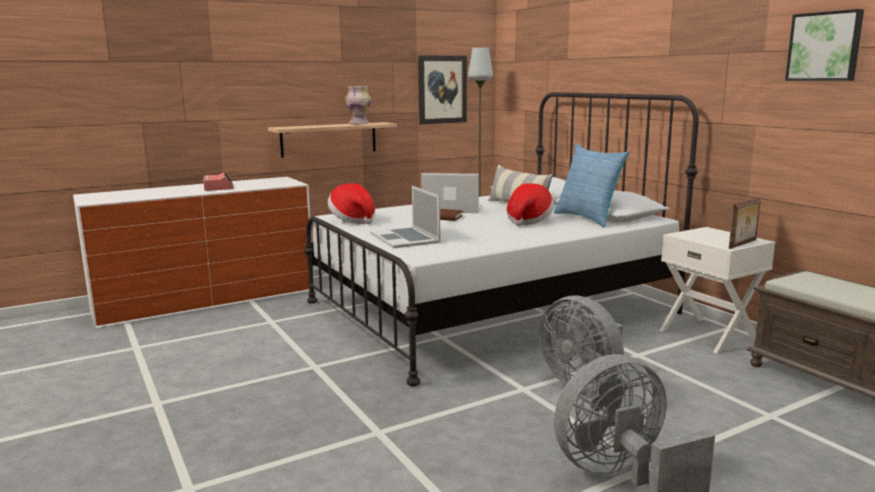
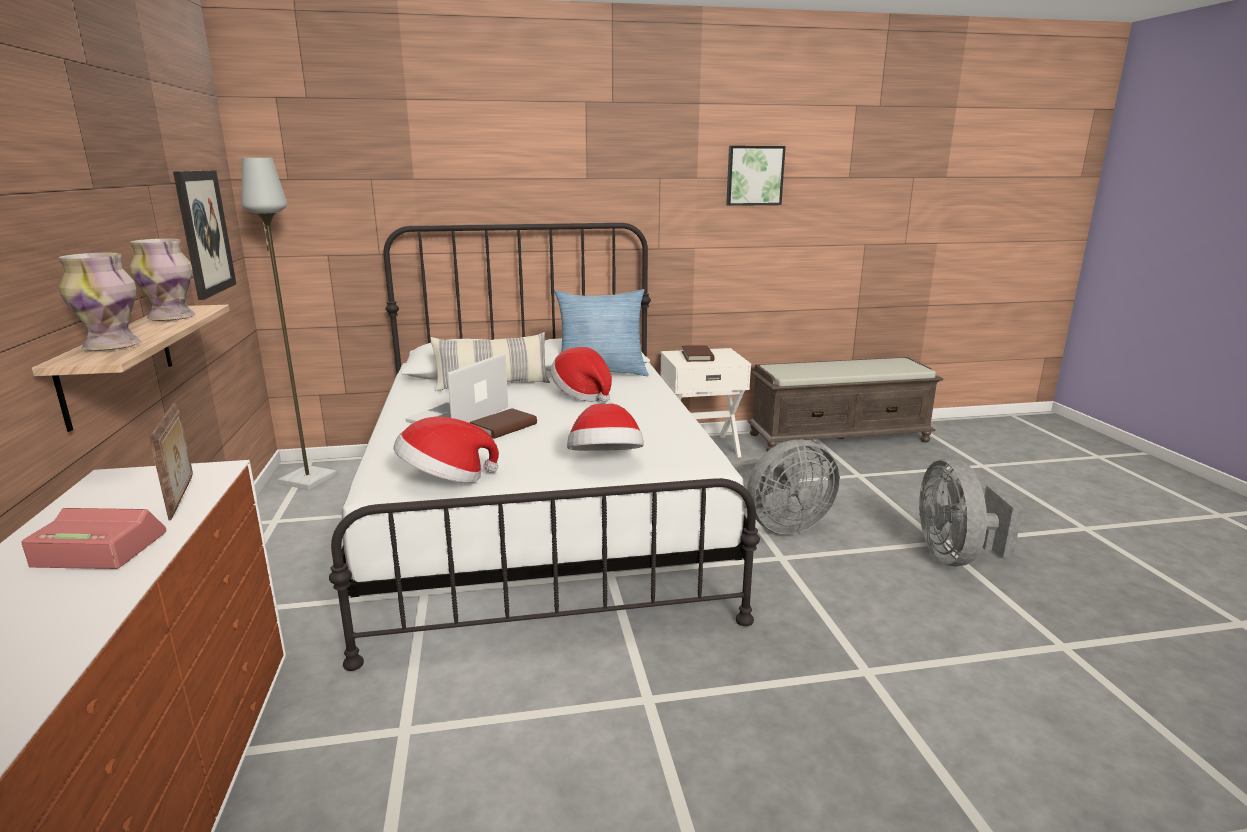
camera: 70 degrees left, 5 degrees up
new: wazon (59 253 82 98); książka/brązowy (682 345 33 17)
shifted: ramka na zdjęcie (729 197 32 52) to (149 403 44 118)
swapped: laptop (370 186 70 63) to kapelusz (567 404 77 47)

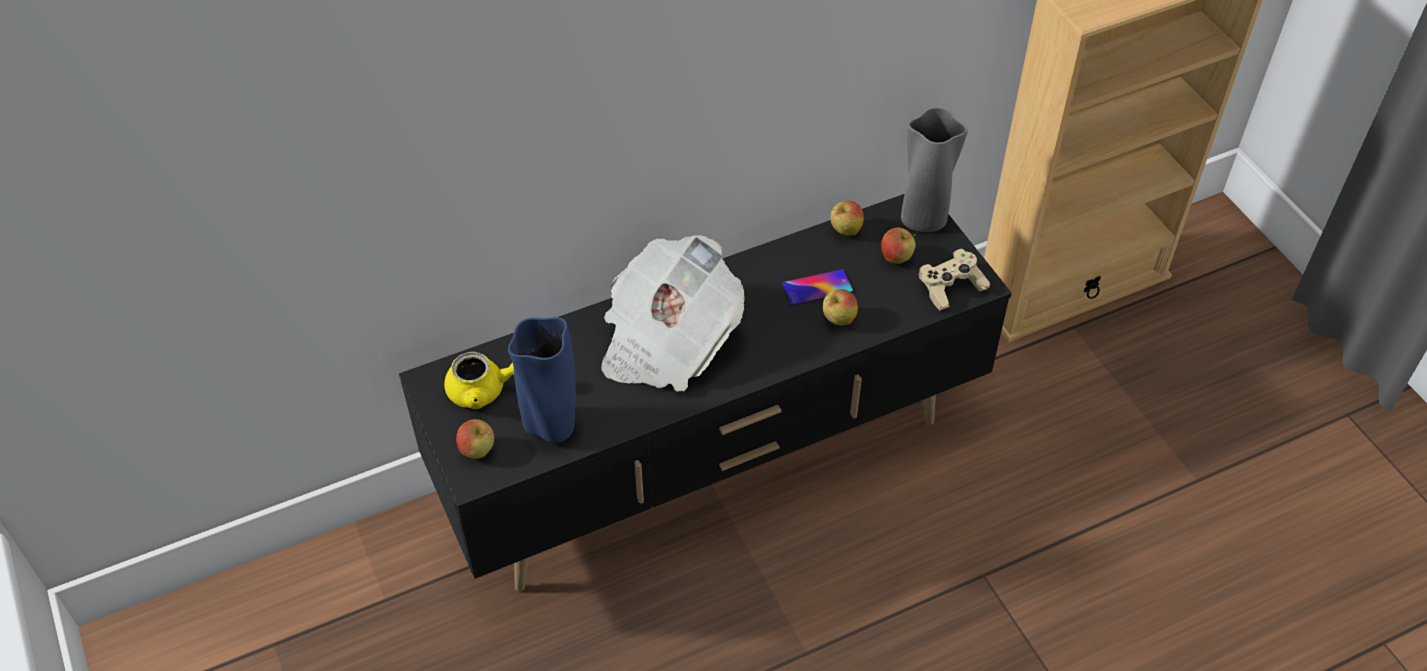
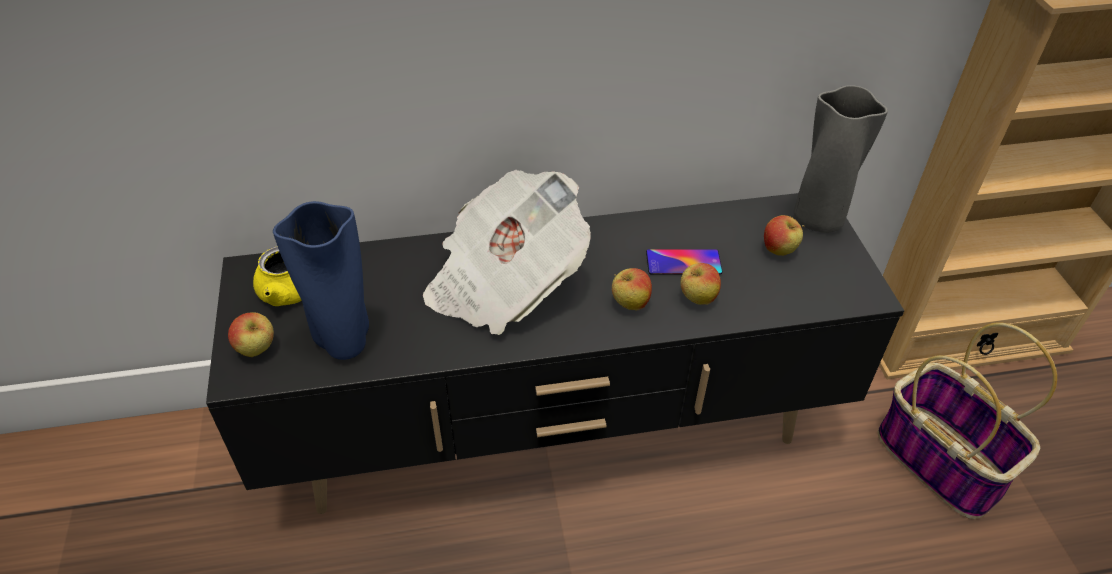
camera: 15 degrees right, 5 degrees down
gone: pad do gier/beżowy (918 249 72 62)
new: koszyk (878 322 179 197)
shifted: jabłko (830 201 34 35) to (612 268 40 42)

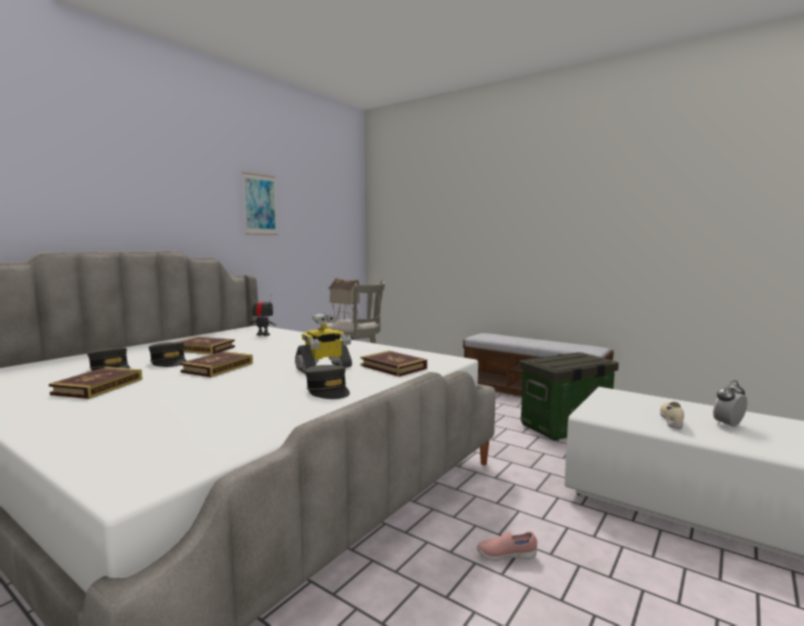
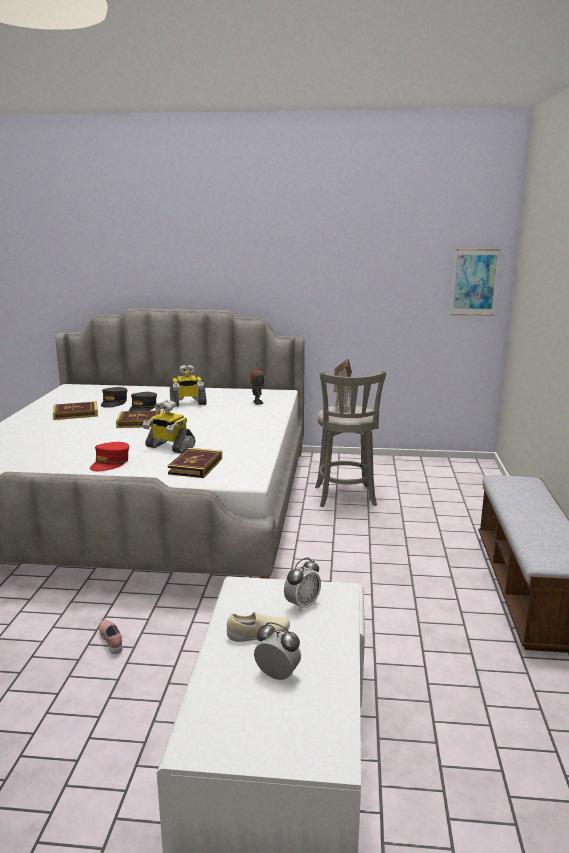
camera: 60 degrees right, 10 degrees up
gone: pojemnik do przechowywania (520 352 99 88)
new: budzik (284 557 37 55)
shifted: obraz (242 172 36 63) to (450 249 50 67)
swapped: książka (178 337 57 17) to robot zabawkowy (170 365 37 41)
repainted: czapka z daszkiem/szary (305 365 45 34) to czapka z daszkiem/czerwony (90 442 39 29)

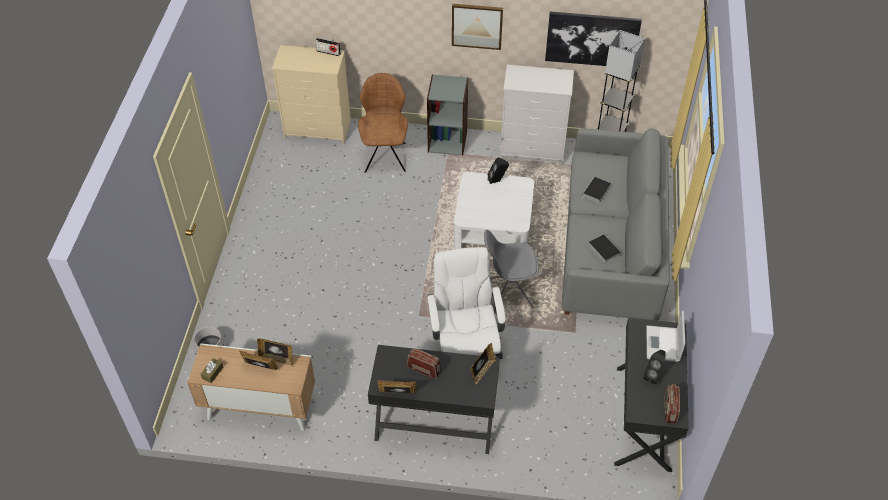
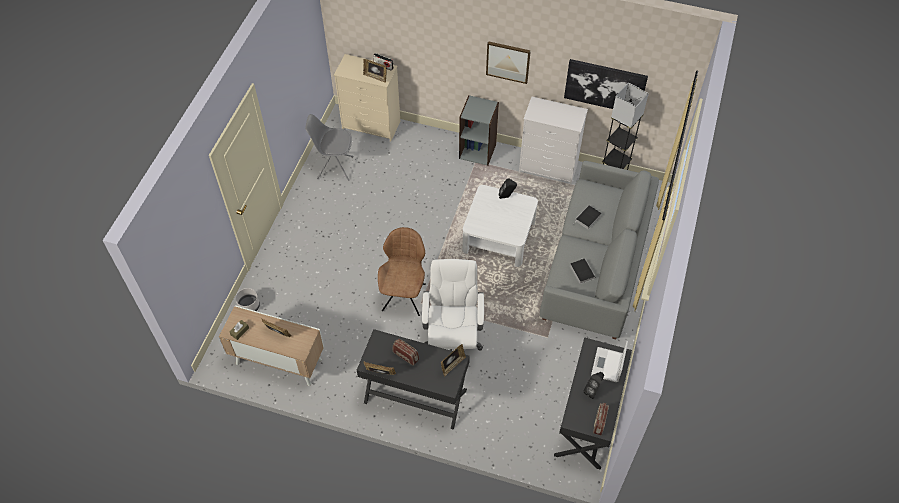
camera: 10 degrees right, 5 degrees up
shifted: ramka na zdjęcie (257 338 36 28) to (363 59 24 24); krzesło/brązowy (358 73 50 100) to (378 227 48 89); krzesło/szary (484 230 55 79) to (305 114 49 67)

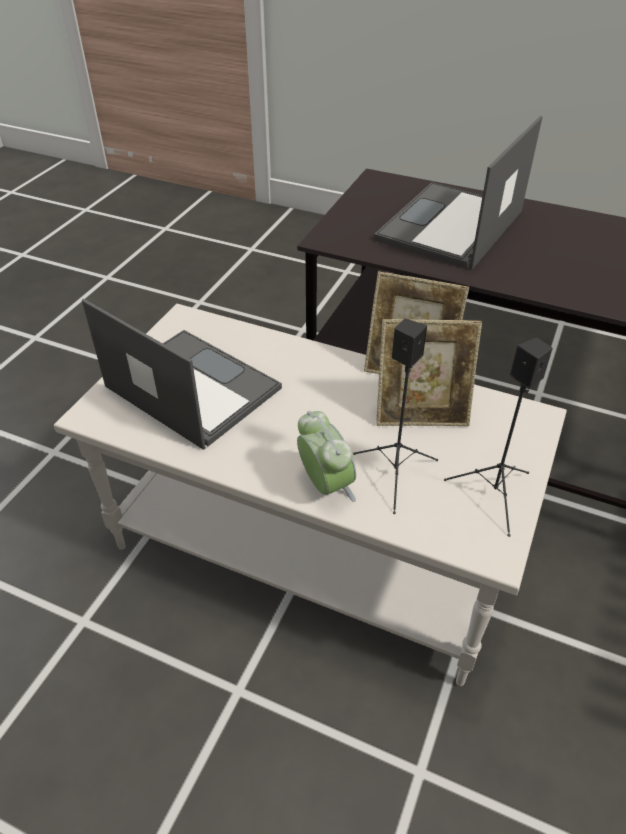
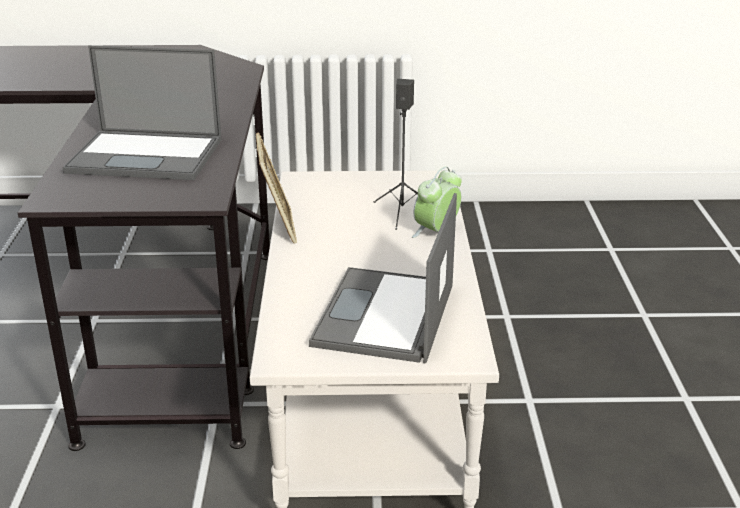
camera: 115 degrees left, 15 degrees down
gone: ramka na zdjęcie (376 319 106 107); głośnik/czarny (444 338 109 199)

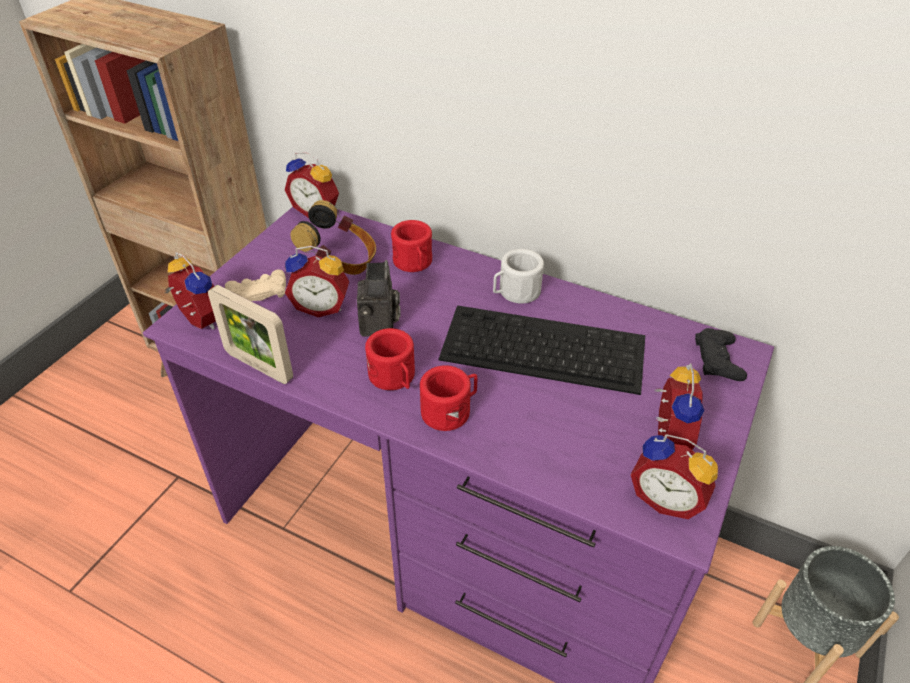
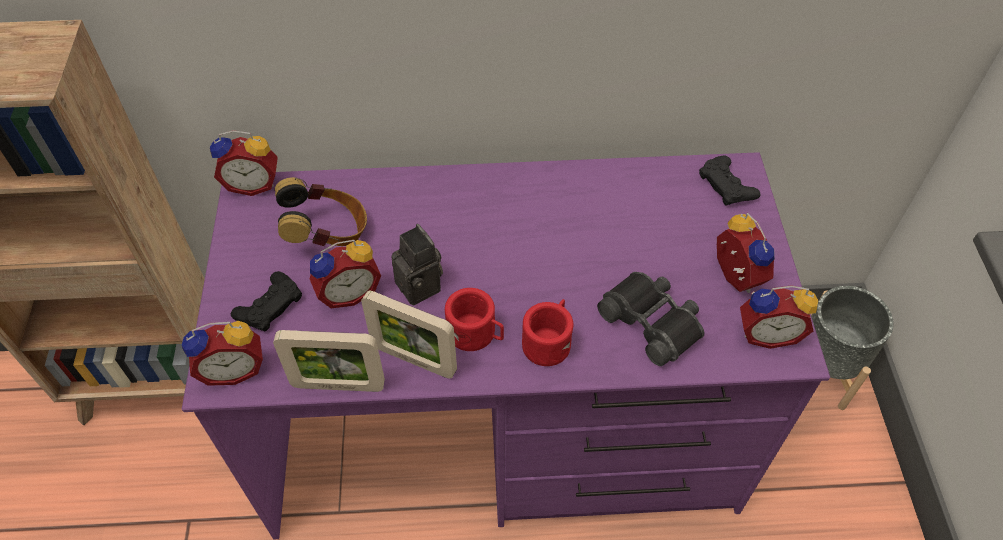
camera: 30 degrees left, 10 degrees up
gone: kubek/czerwony (391 220 41 52); klawiatura (438 305 207 90); kubek/biały (493 249 51 55)
new: ramka na zdjęcie (361 291 96 88); lornetka/czarny (597 272 107 94)
repainted: pad do gier/beżowy (225 269 61 32) to pad do gier/czarny (231 271 71 61)
rotated: budzik (165 252 51 77) = (182 321 81 65) 150 degrees clockwise

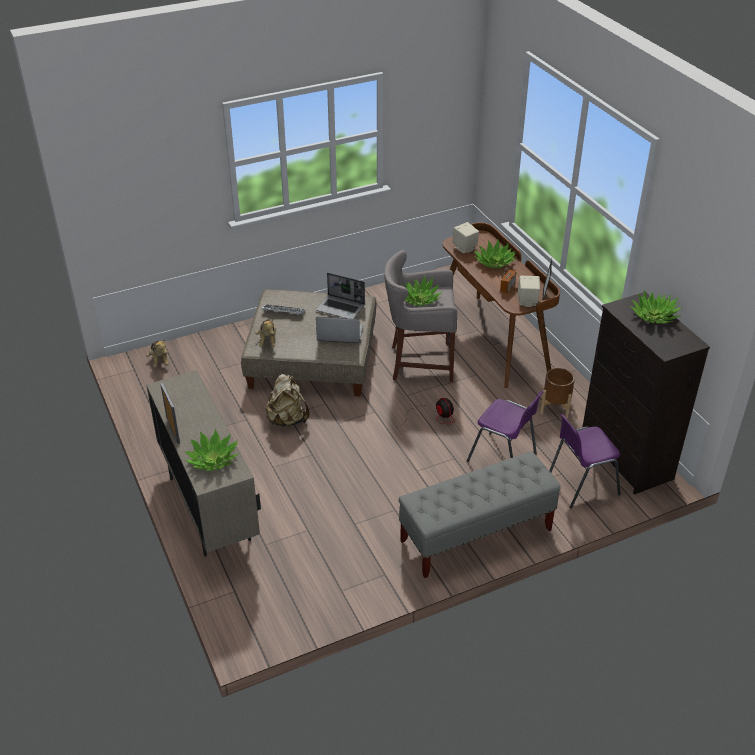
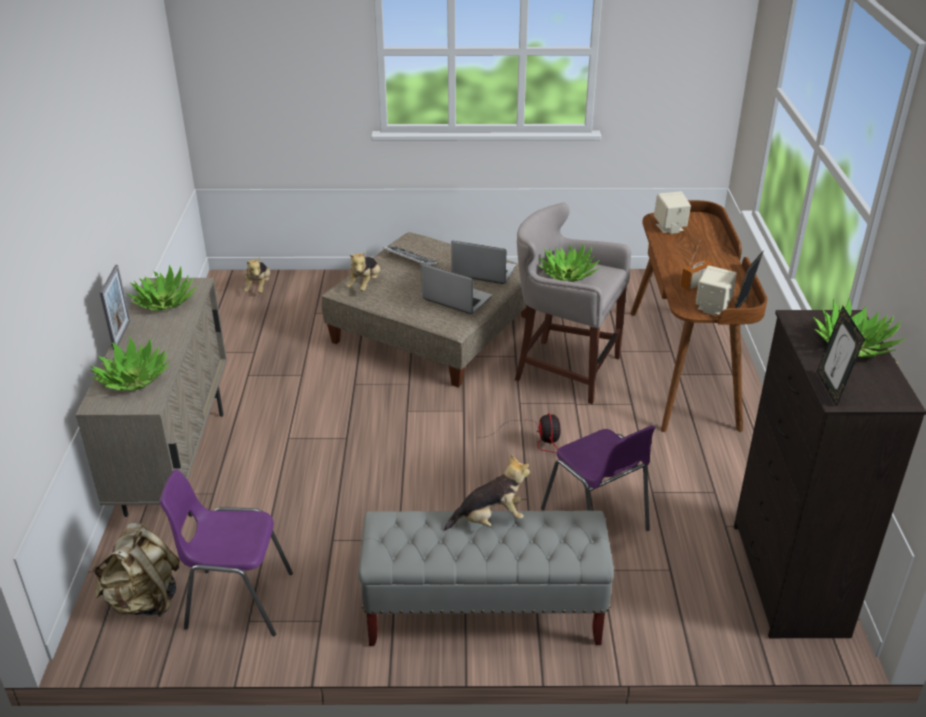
camera: 25 degrees right, 5 degrees down
gone: donica/brązowy (540 368 35 51)
new: pluszak (444 454 86 77); ramka na zdjęcie (817 306 48 101)
shifted: plecak/beżowy (266 374 43 53) to (92 523 88 94); roślina doniczkowa (474 239 42 29) to (126 265 72 46); krzesło/fioletowy (549 414 72 95) to (159 470 134 167)
rotated: laptop (316 273 49 46) = (451 241 65 43) 150 degrees clockwise

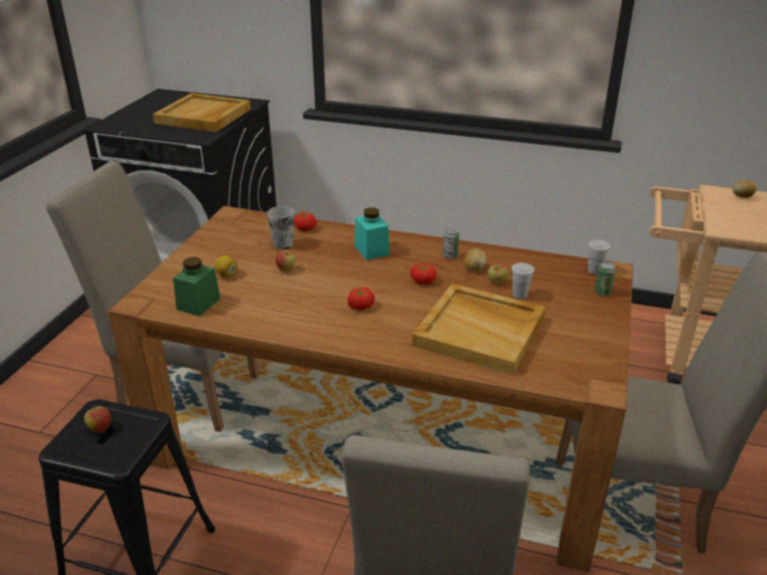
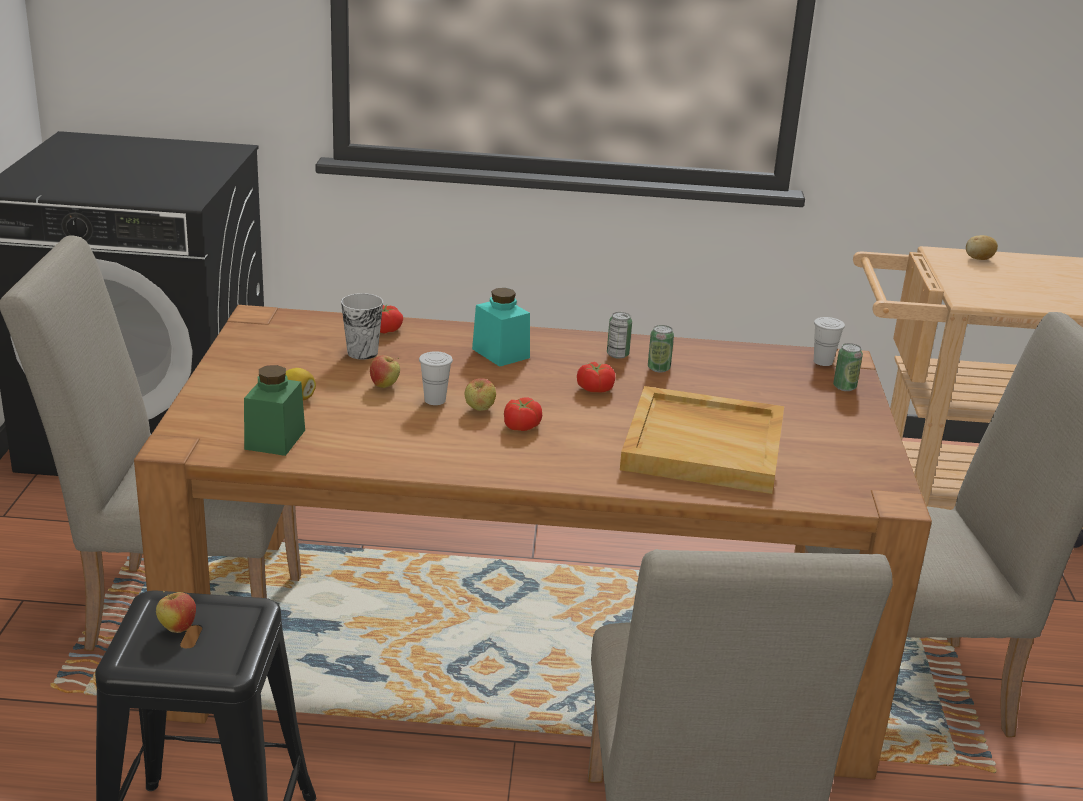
camera: 15 degrees left, 5 degrees down
gone: taca/beżowy (153 93 98 39)
shifted: jabłko (488 263 21 21) to (465 378 31 33); filiżanka/biały (511 263 24 36) to (419 351 34 54)
swapped: ziemniak (463 248 24 23) to puszka (648 325 26 47)

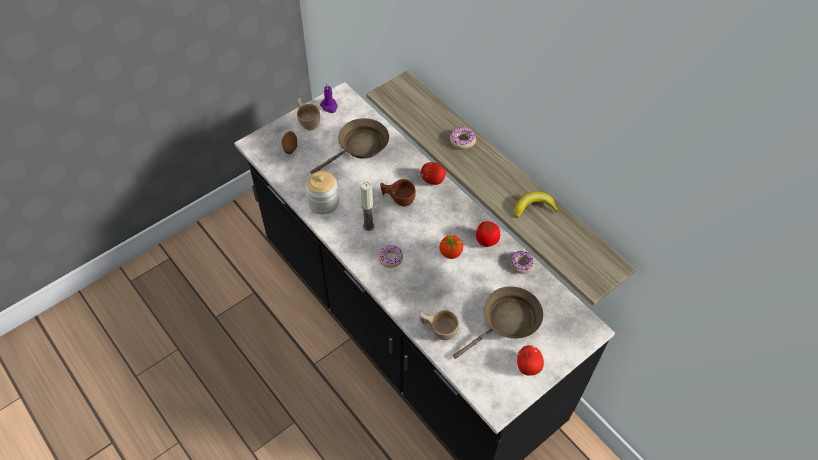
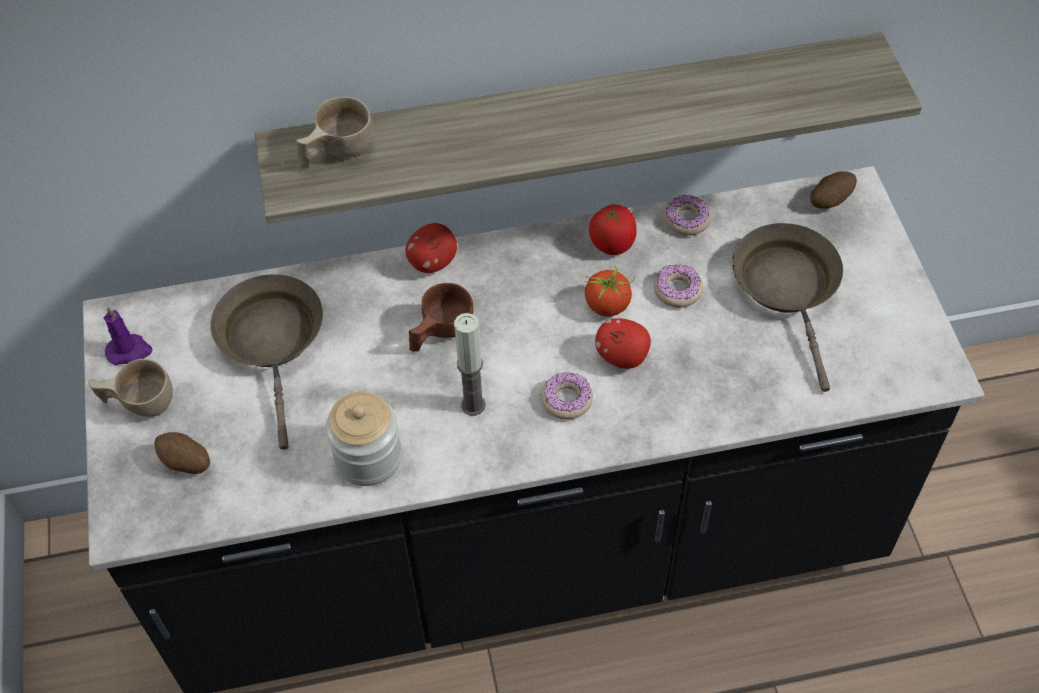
camera: 60 degrees left, 0 degrees up
gone: banan (514 192 45 26)
new: ziemniak (810 172 47 37)
shifted: filiżanka/beżowy (420 310 39 30) to (296 97 76 71); donut (450 127 26 22) to (654 264 49 43); jabłko (517 345 27 31) to (595 318 56 51)

